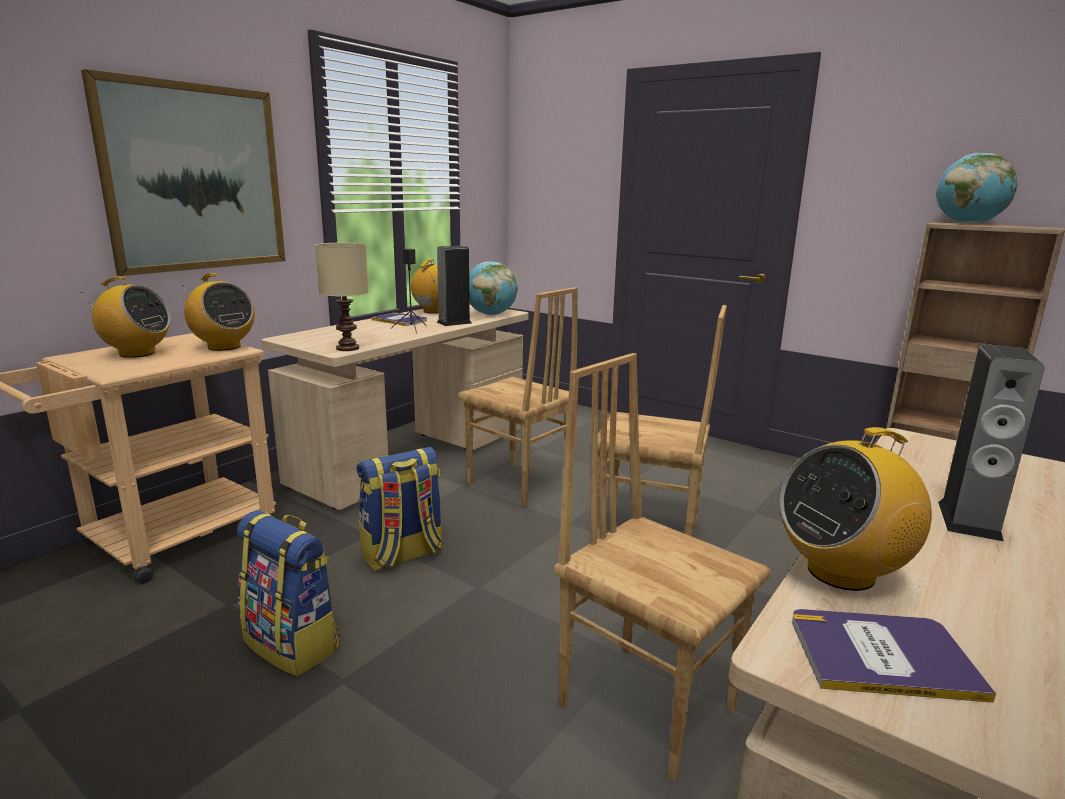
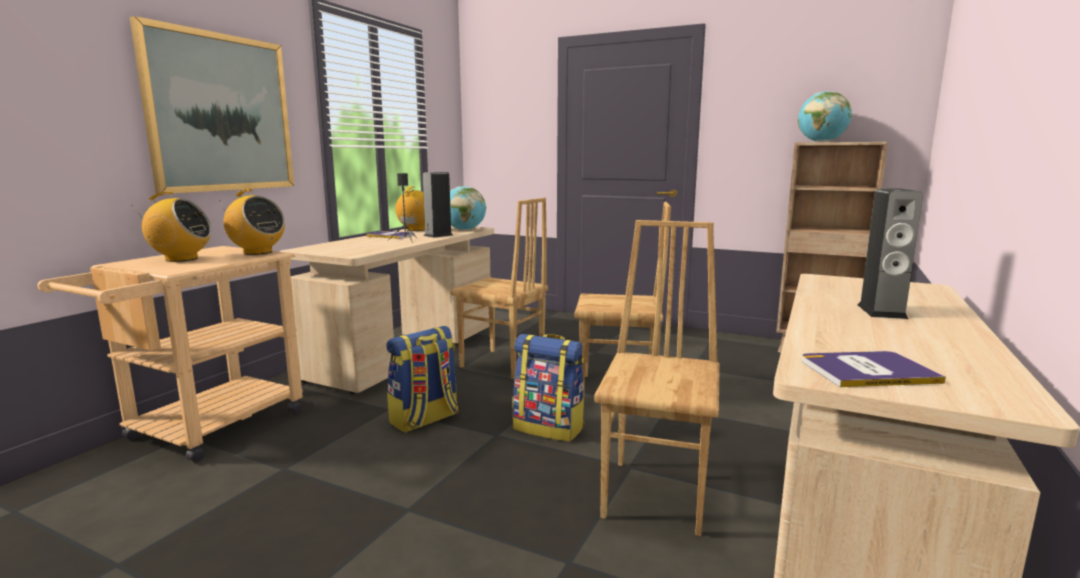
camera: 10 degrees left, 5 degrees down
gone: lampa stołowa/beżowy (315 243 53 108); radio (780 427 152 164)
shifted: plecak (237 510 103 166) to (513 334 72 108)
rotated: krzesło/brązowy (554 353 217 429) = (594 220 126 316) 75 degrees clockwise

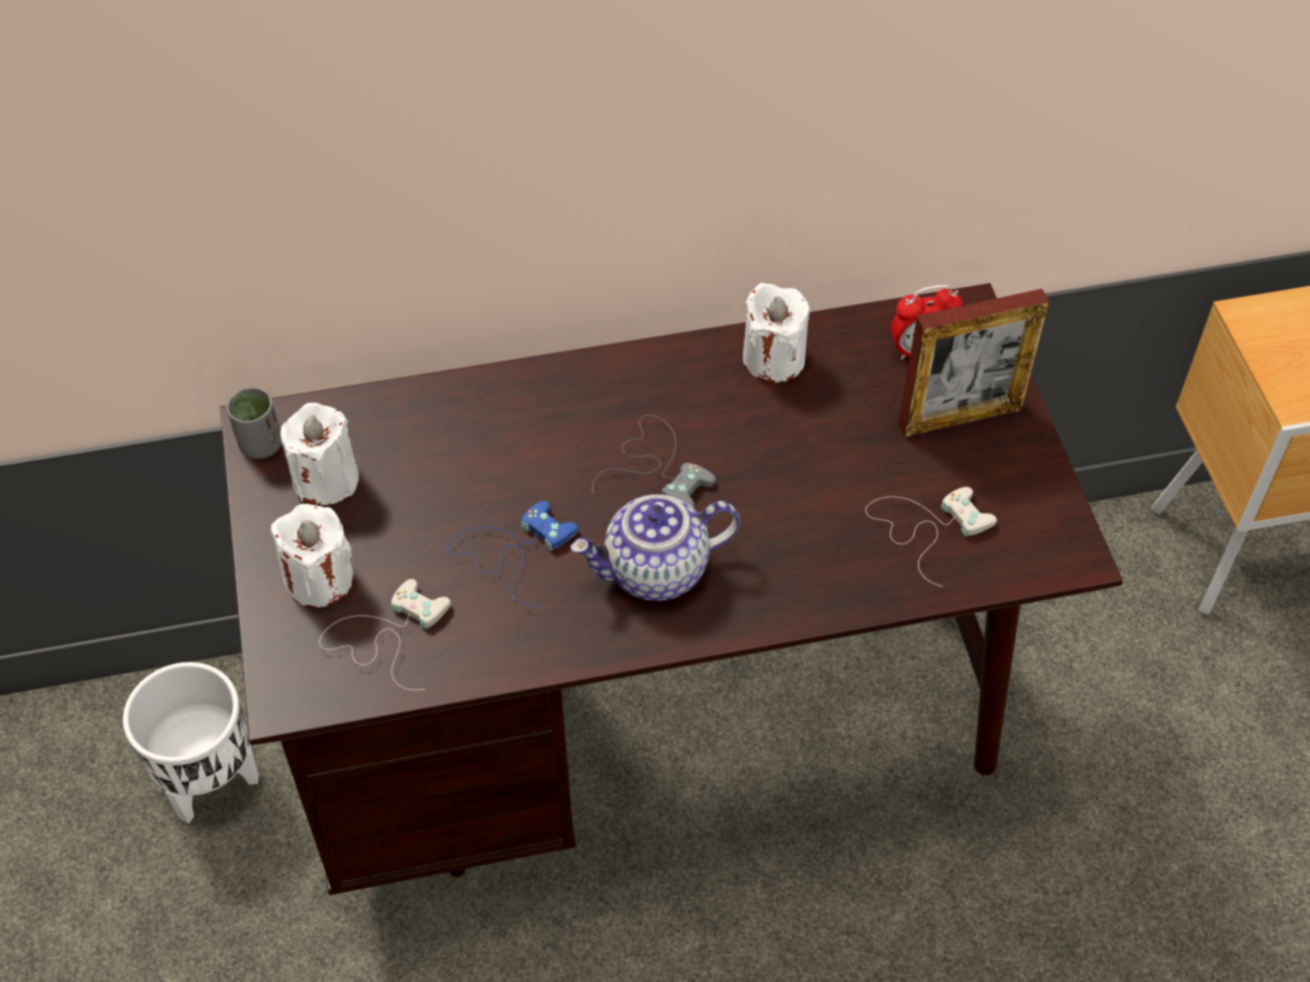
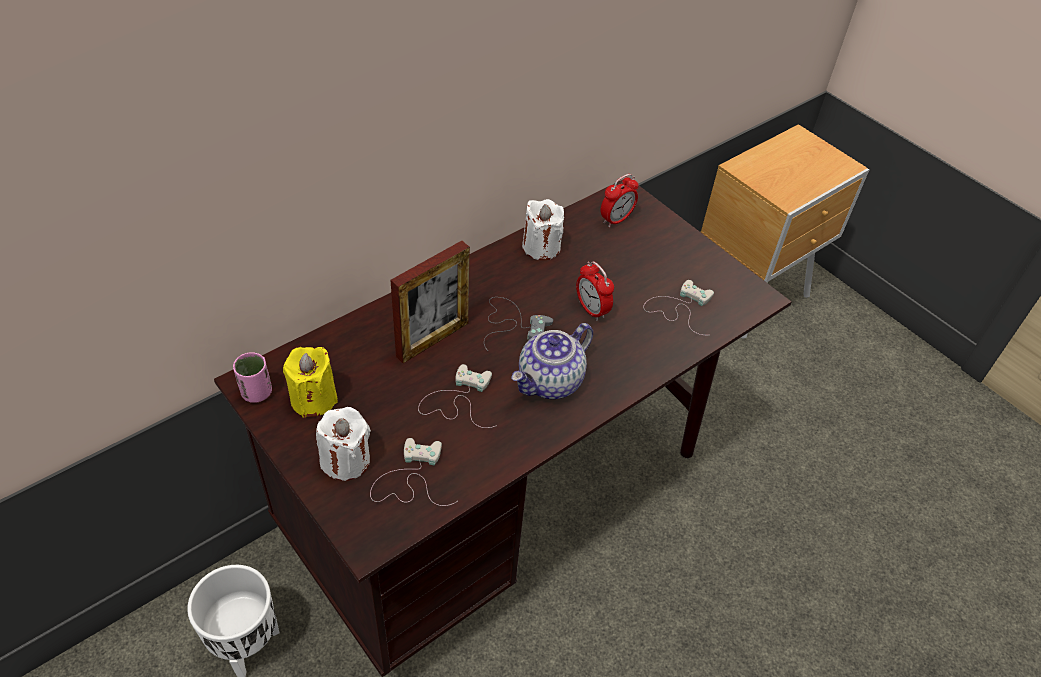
camera: 30 degrees left, 5 degrees down
new: budzik (576 261 38 60)
shifted: ramka na zdjęcie (899 289 151 148) to (391 241 79 122)
repainted: filiżanka/szary (227 388 55 71) to filiżanka/różowy (233 352 39 51); świeca/biały (281 403 78 102) to świeca/żółty (283 347 55 71); pad do gier/niebieski (447 501 131 105) to pad do gier/biały (418 364 79 64)

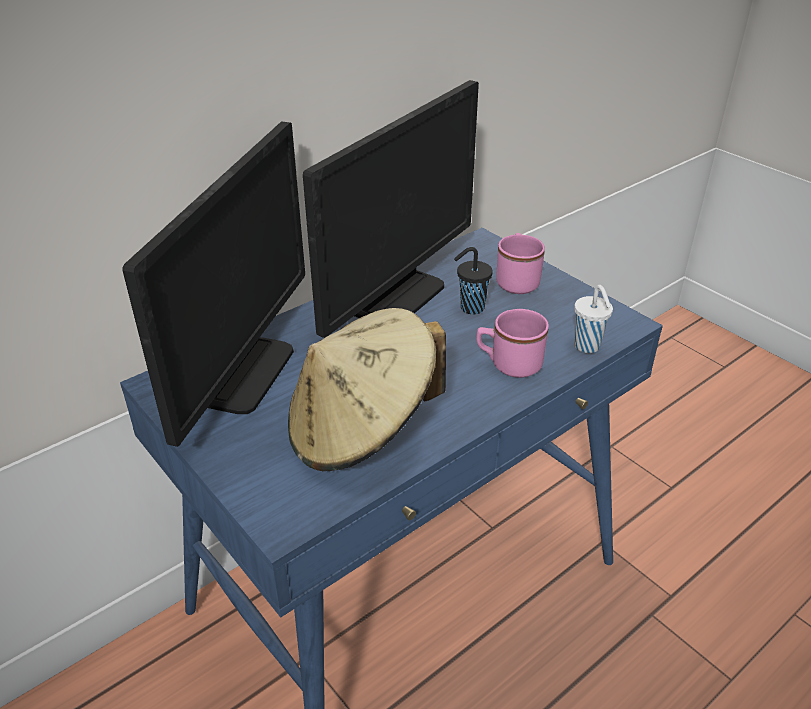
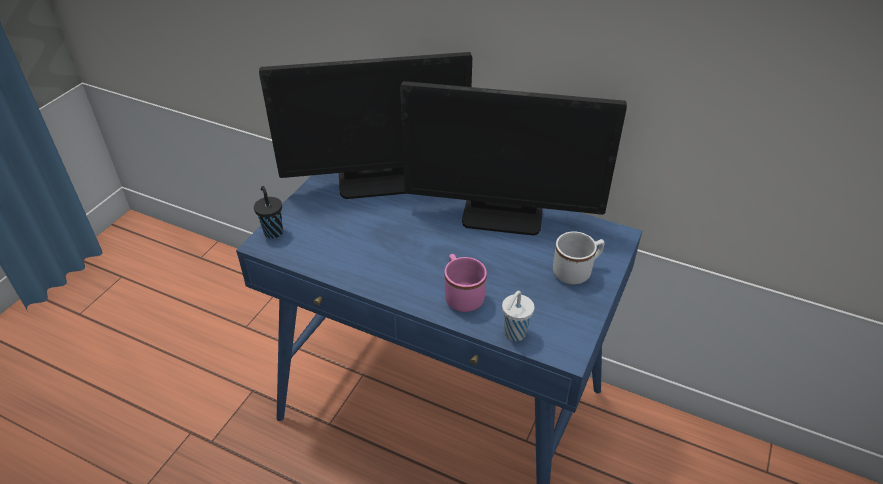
camera: 65 degrees right, 5 degrees up
gone: kapelusz/beżowy (288 308 158 163)
shifted: filiżanka/czarny (454 247 39 68) to (254 186 29 53)
repainted: kubek/różowy (496 233 49 61) to kubek/biały (553 231 51 53)

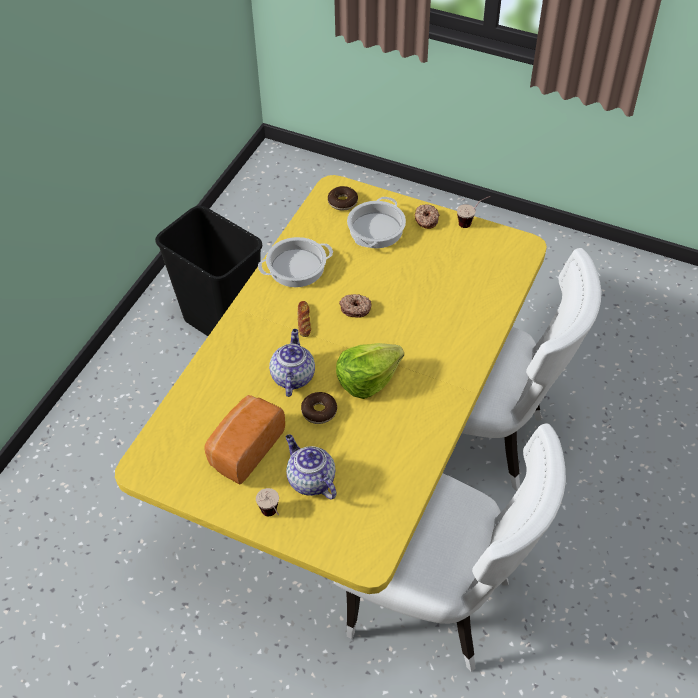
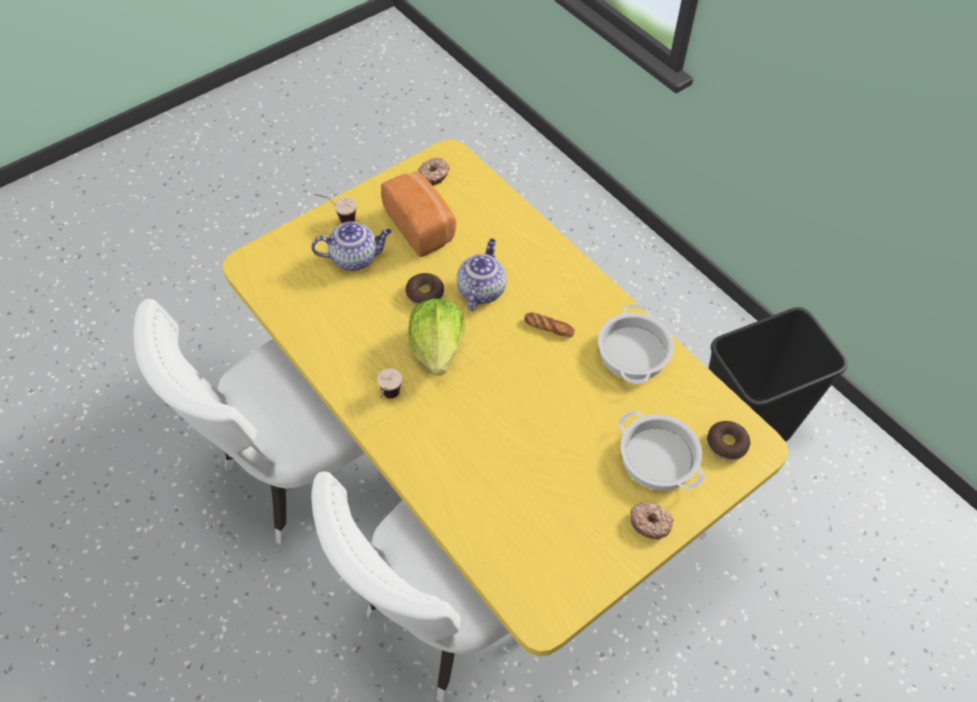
camera: 115 degrees right, 5 degrees up
shifted: donut (339 294 33 24) to (418 158 32 27); filiżanka (457 196 34 32) to (377 368 25 31)
rotated: imbryk (269 329 46 68) = (457 239 49 72) 105 degrees counterclockwise

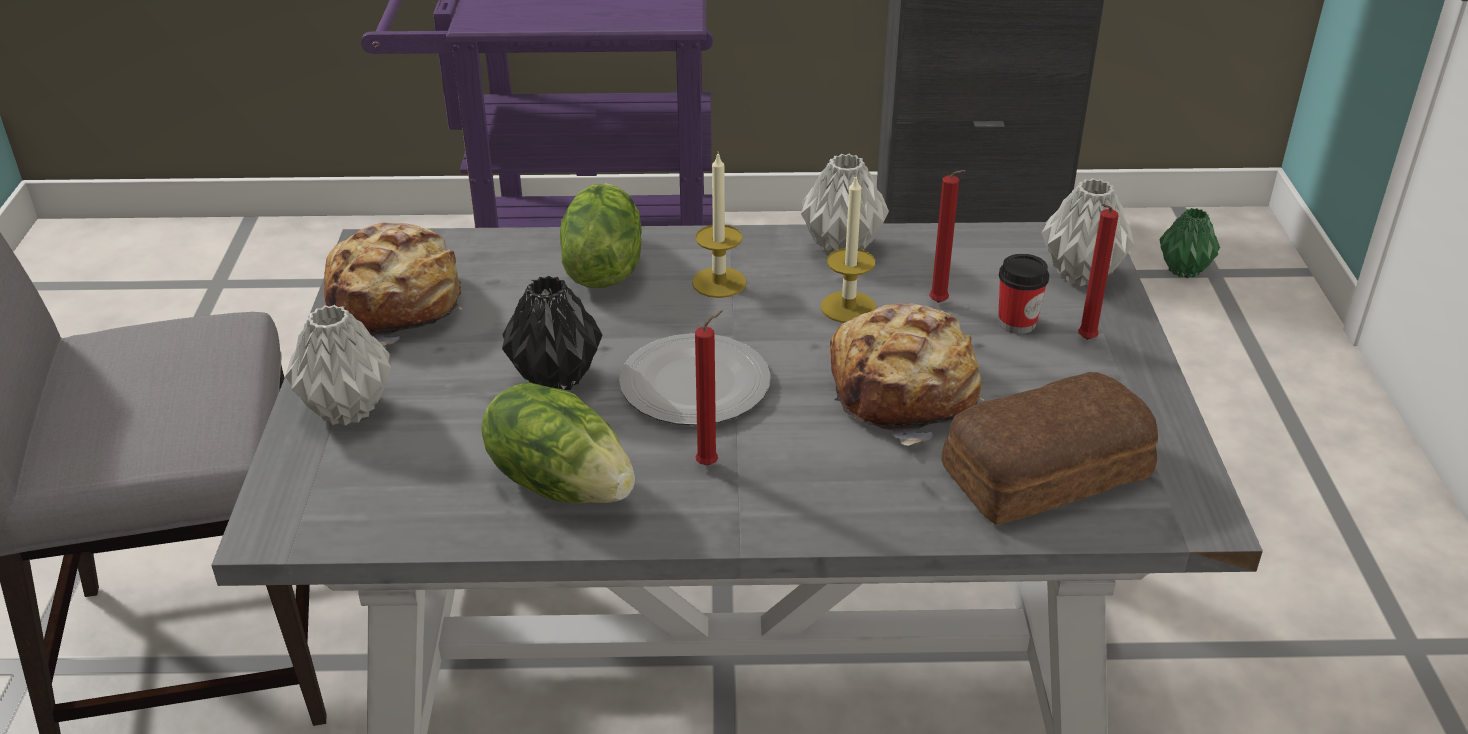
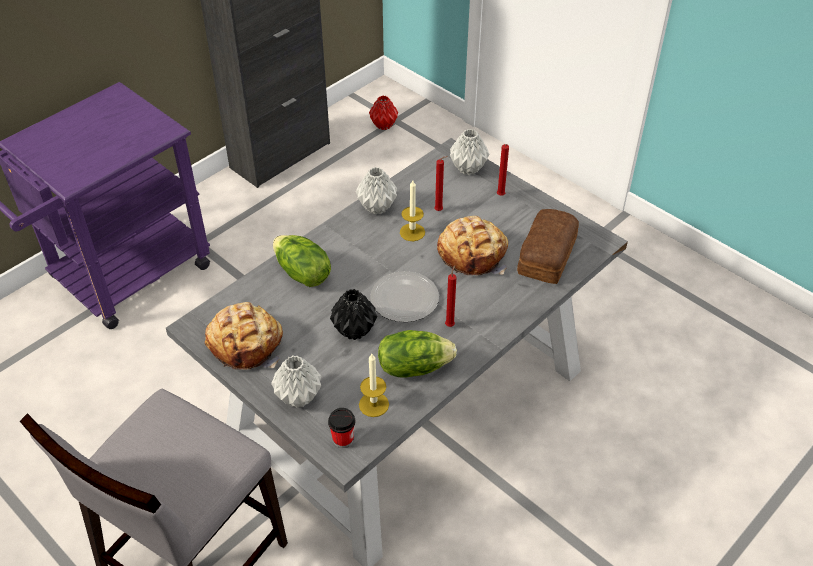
camera: 45 degrees left, 10 degrees up
shifted: świeca (692 154 55 144) to (359 354 30 63); filiżanka (998 254 51 80) to (328 408 27 40)
repainted: wazon/zielony (1159 208 61 70) to wazon/czerwony (369 95 29 35)

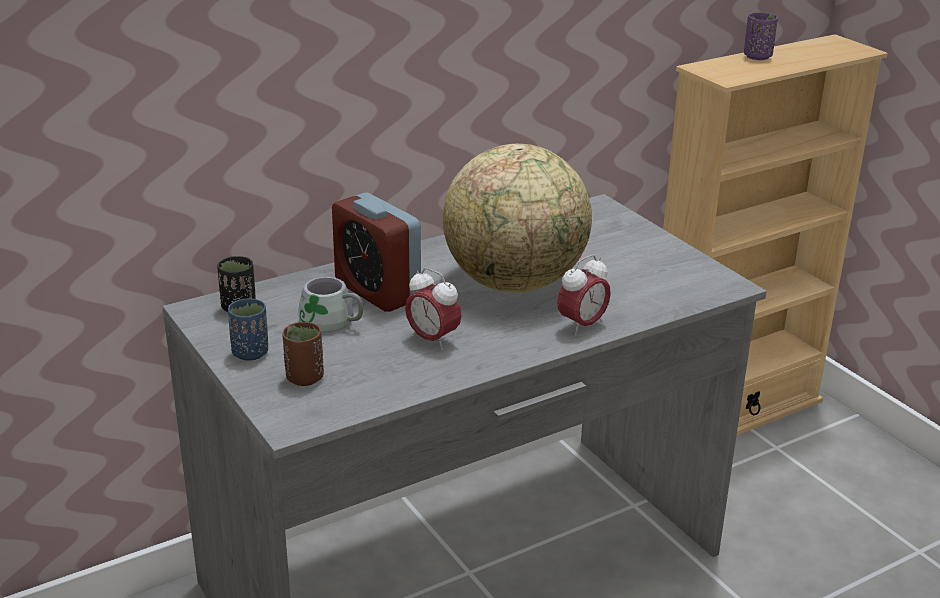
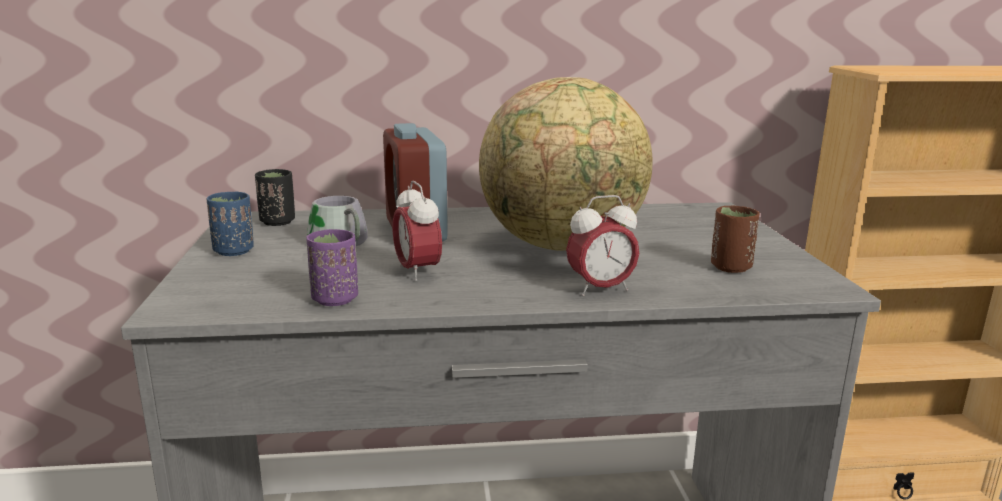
camera: 25 degrees right, 10 degrees down
shifted: filiżanka/brązowy (282 322 42 64) to (711 205 49 68); filiżanka/fioletowy (744 12 34 48) to (306 229 52 77)

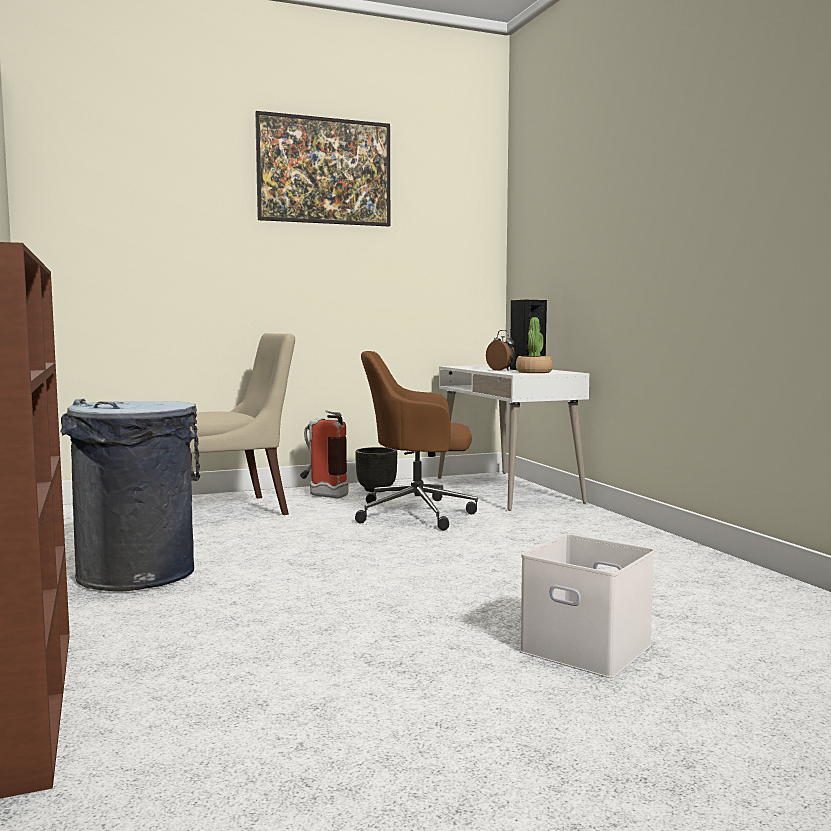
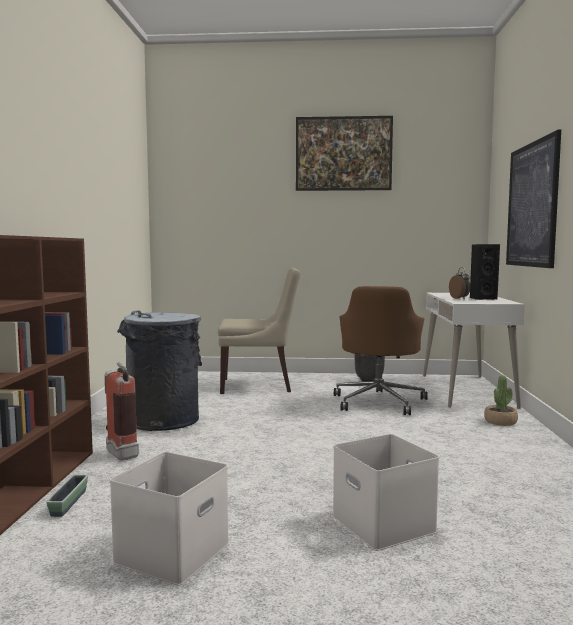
camera: 25 degrees right, 0 degrees up
new: donica (46 475 42 42); pojemnik do przechowywania/biały (110 452 119 134); obraz (506 130 55 138)
shifted: gaśnica (300 410 49 88) to (104 362 35 99); roślina doniczkowa (516 317 37 56) to (484 375 34 51)
rotated: krzesło biurowe/brązowy (355 351 123 179) = (334 286 94 129) 105 degrees counterclockwise

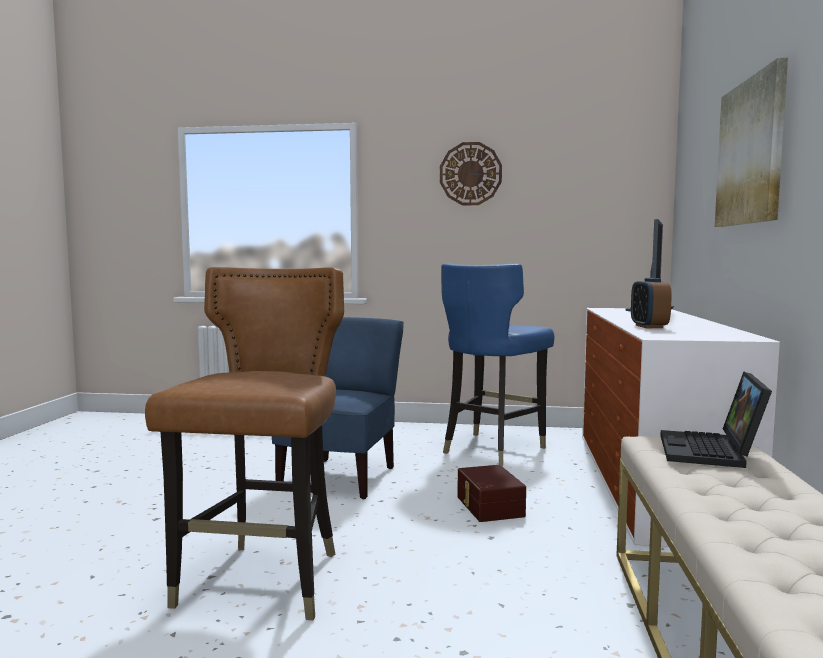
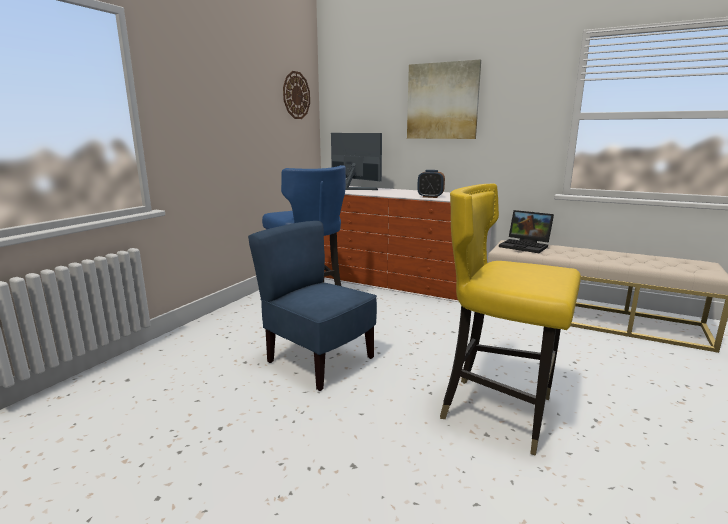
camera: 70 degrees left, 10 degrees up
gone: pojemnik do przechowywania/brązowy (458 465 68 57)
shifted: zegar ścienny (440 142 62 63) to (283 71 27 48)
repainted: krzesło/brązowy (145 267 199 353) to krzesło/żółty (440 183 141 273)

